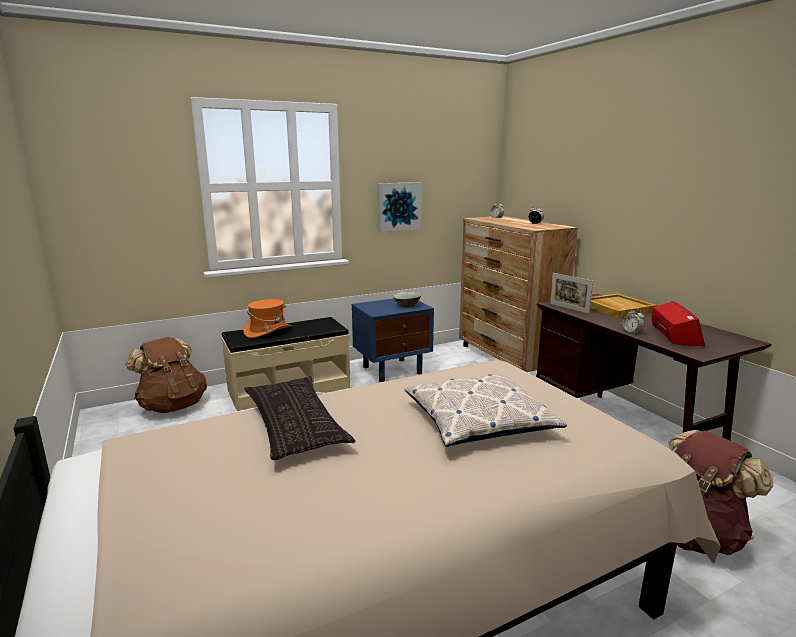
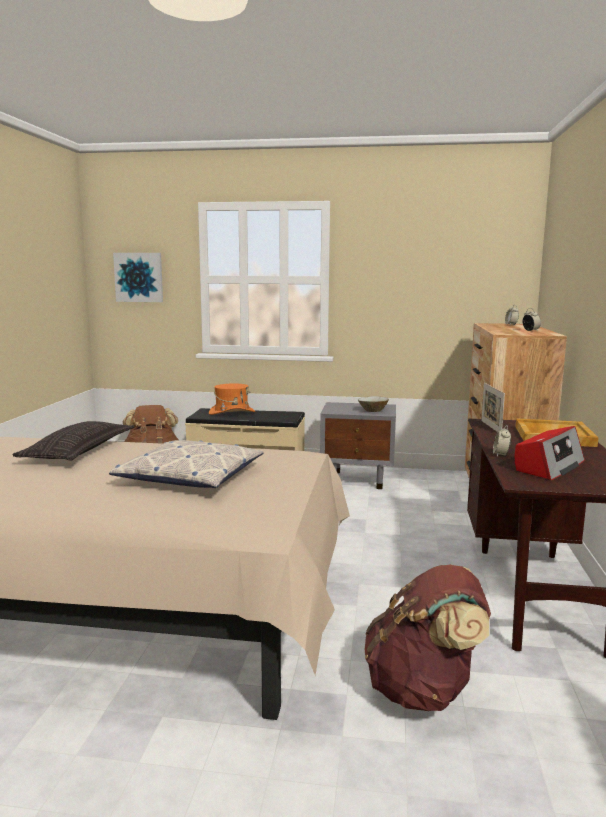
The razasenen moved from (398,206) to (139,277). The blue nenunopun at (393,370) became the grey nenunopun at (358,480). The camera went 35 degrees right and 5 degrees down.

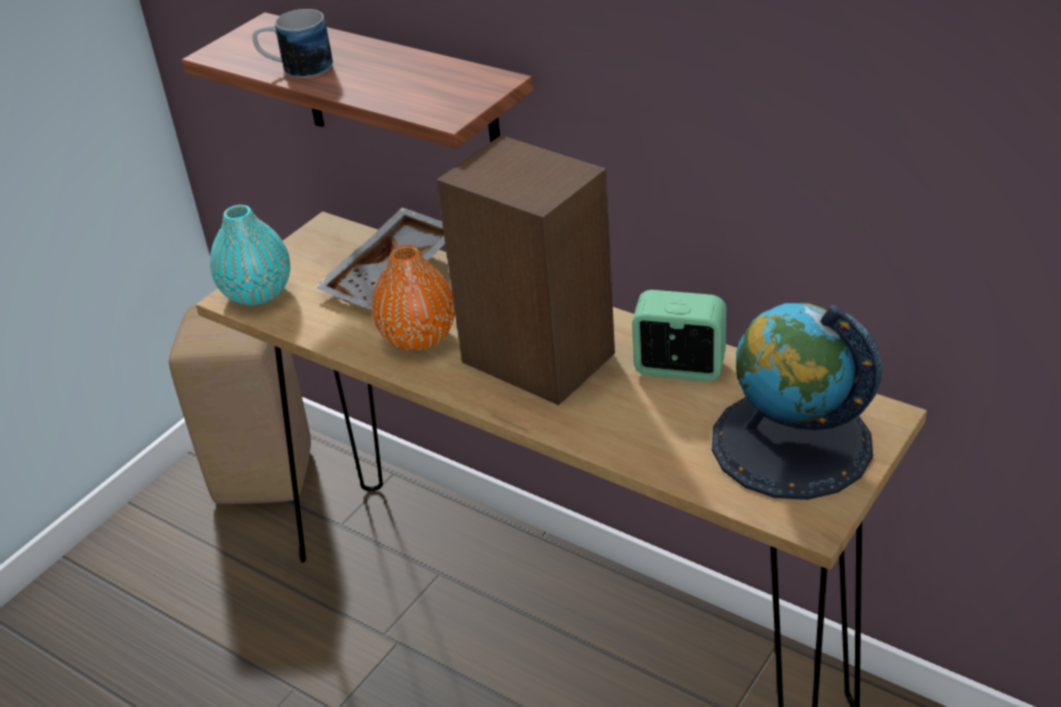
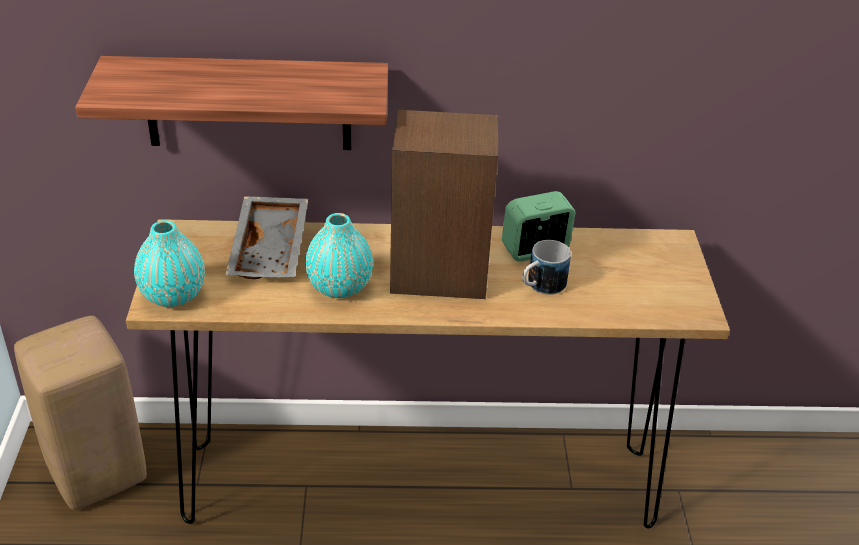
The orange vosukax at (418,337) became the turquoise vosukax at (339,286). The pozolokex moved from (296,69) to (540,286). The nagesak at (791,443) disappeared. The camera went 40 degrees left and 0 degrees up.

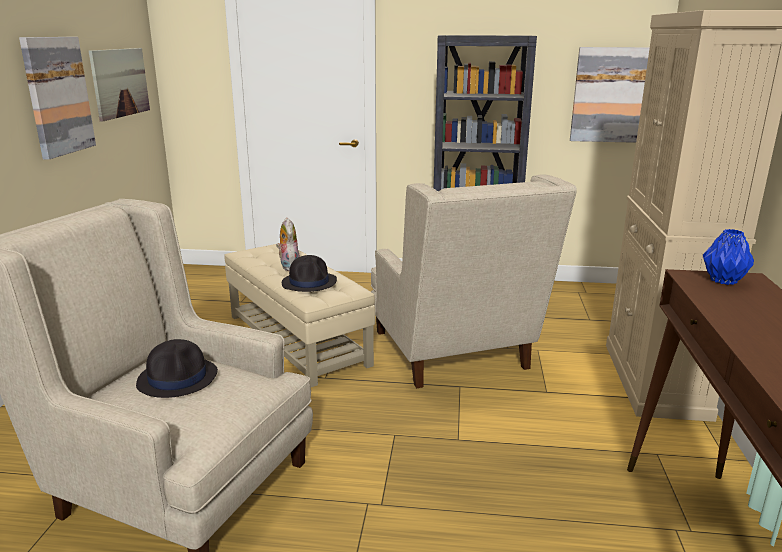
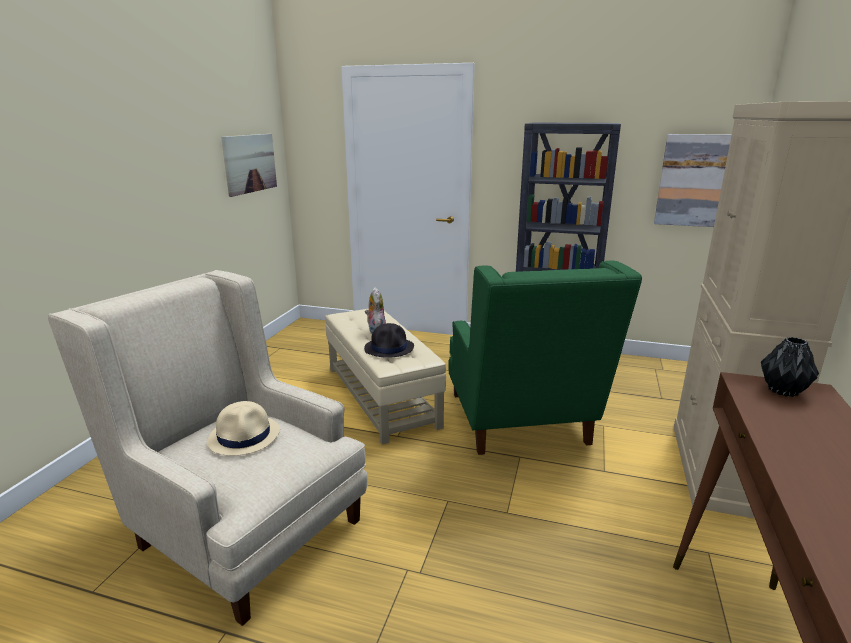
The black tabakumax at (178,378) became the beige tabakumax at (245,436). The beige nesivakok at (455,356) became the green nesivakok at (522,425). The blue vosukax at (722,280) became the black vosukax at (781,391). The razasenen at (57,96) disappeared. The camera went 10 degrees right and 0 degrees up.

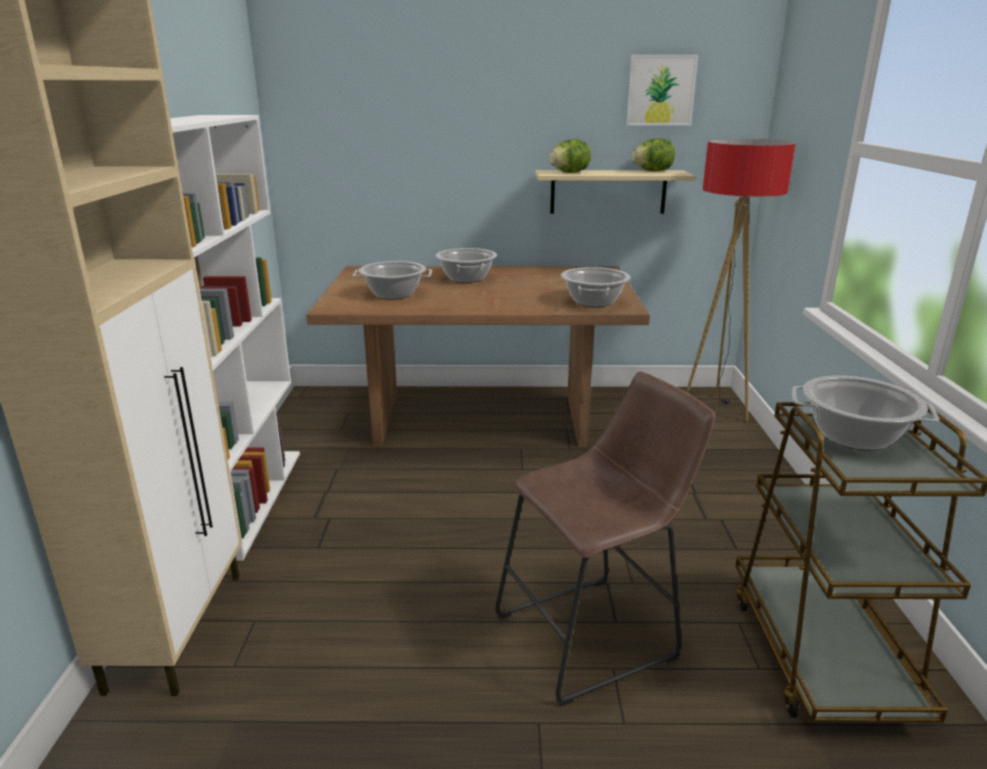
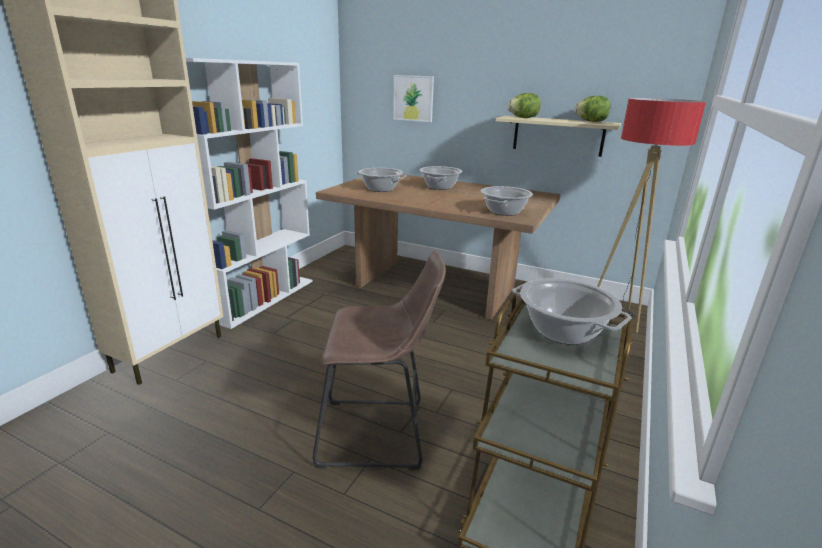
The razasenen moved from (660,90) to (413,98). The camera went 25 degrees right and 0 degrees up.

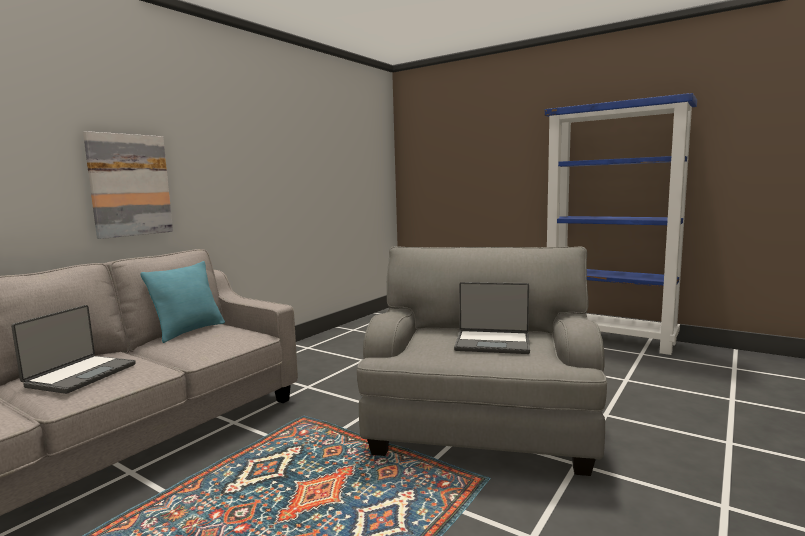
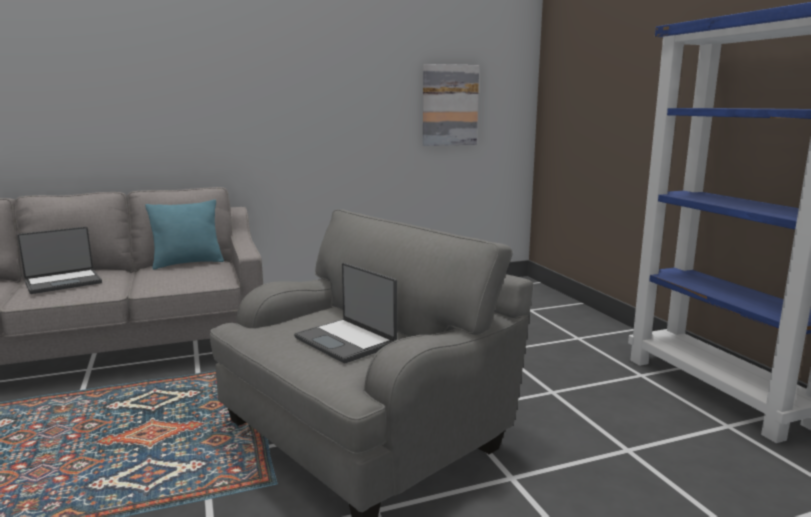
The razasenen moved from (129,185) to (449,105). The camera went 35 degrees right and 5 degrees up.

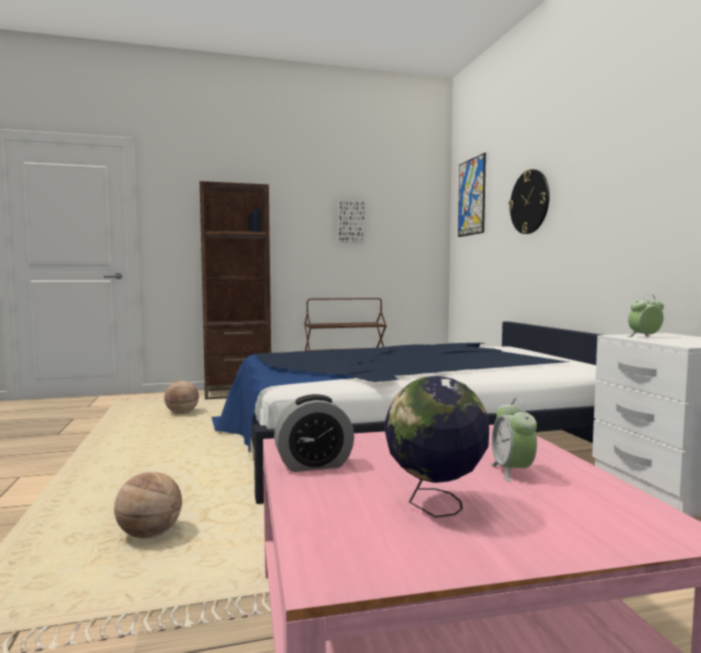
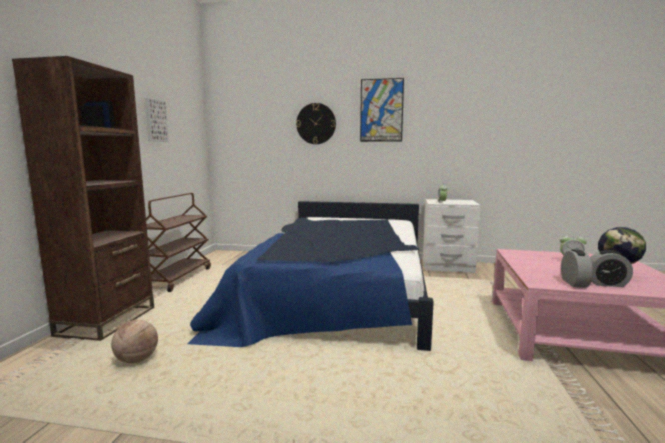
The razasenen moved from (471,197) to (381,110). The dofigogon at (606,284) appeared. The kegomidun at (150,534) disappeared. The camera went 65 degrees left and 5 degrees up.

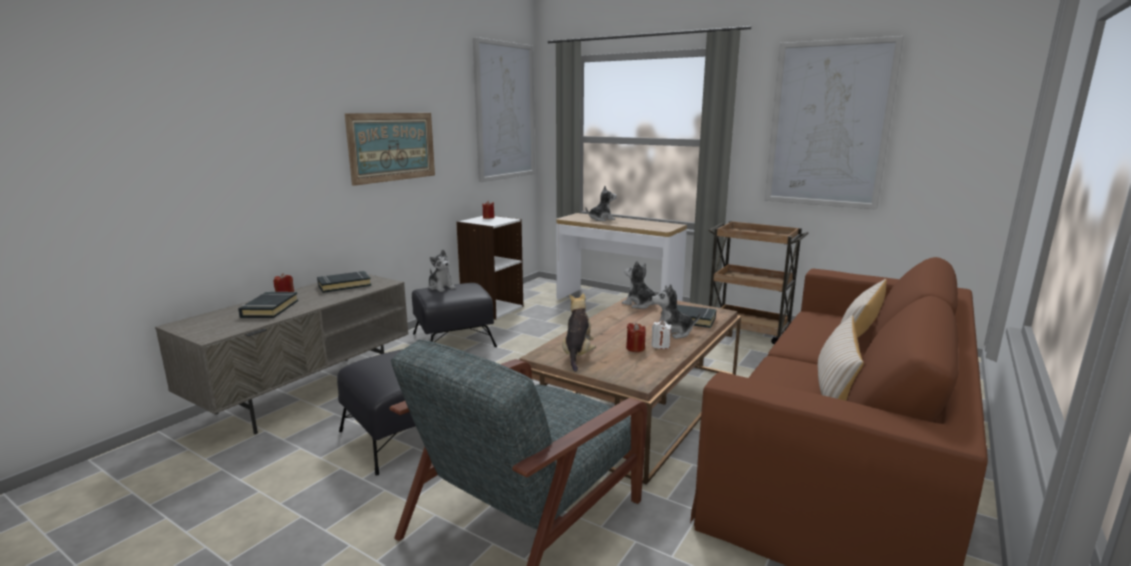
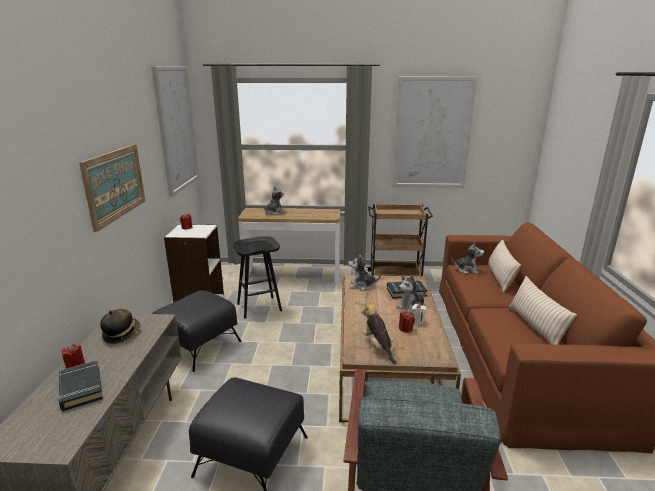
The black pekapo at (344,285) was replaced by the tabakumax at (121,334). The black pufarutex at (259,307) appeared. The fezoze moved from (441,287) to (467,270). The camera went 30 degrees left and 5 degrees up.

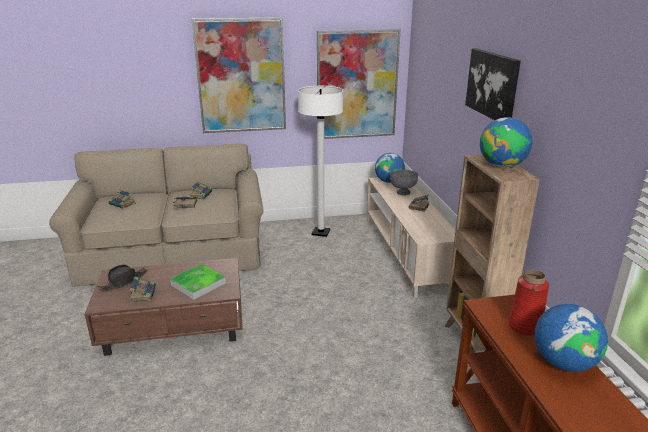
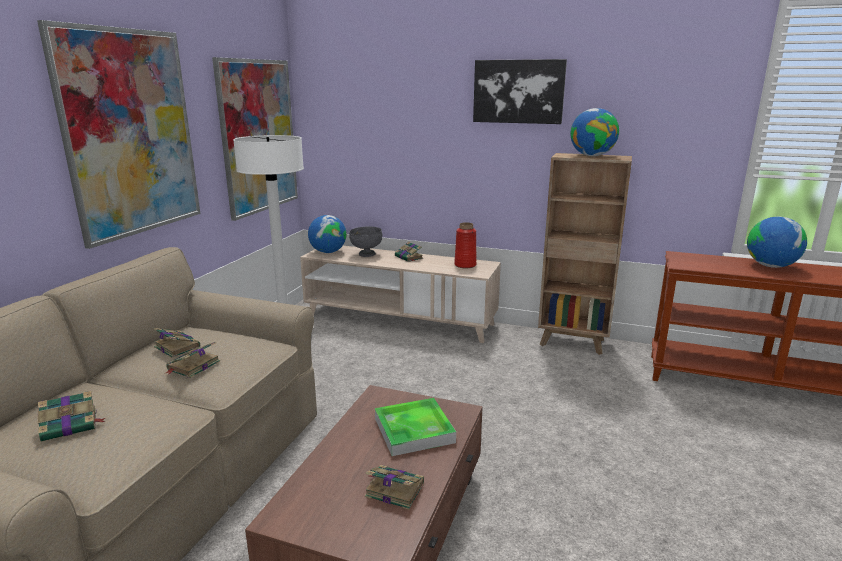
The red vosukax moved from (524,326) to (465,265). The black tabakumax at (123,282) disappeared. The camera went 60 degrees left and 5 degrees down.

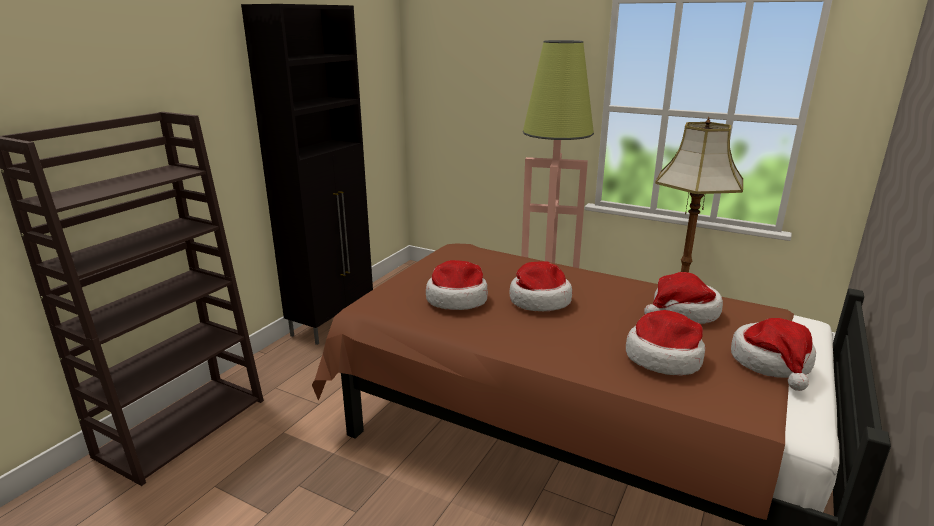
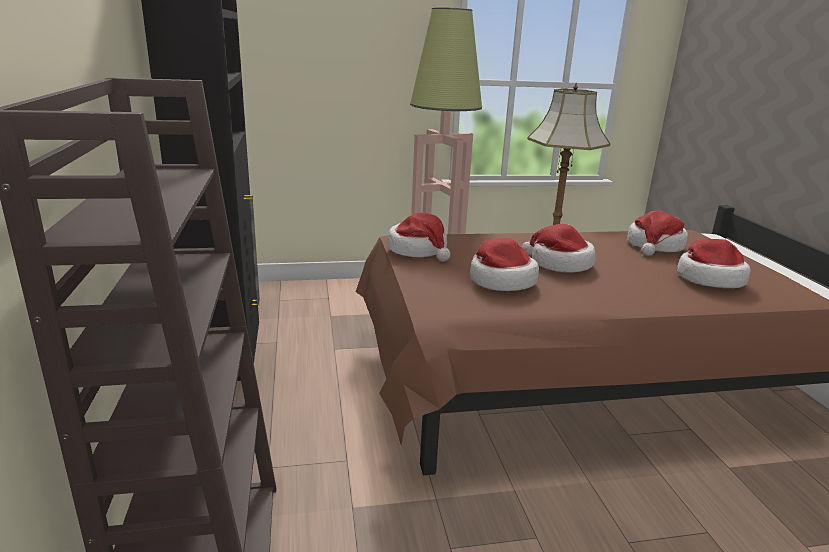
The tabakumax moved from (771,363) to (418,250). The camera went 40 degrees left and 0 degrees up.

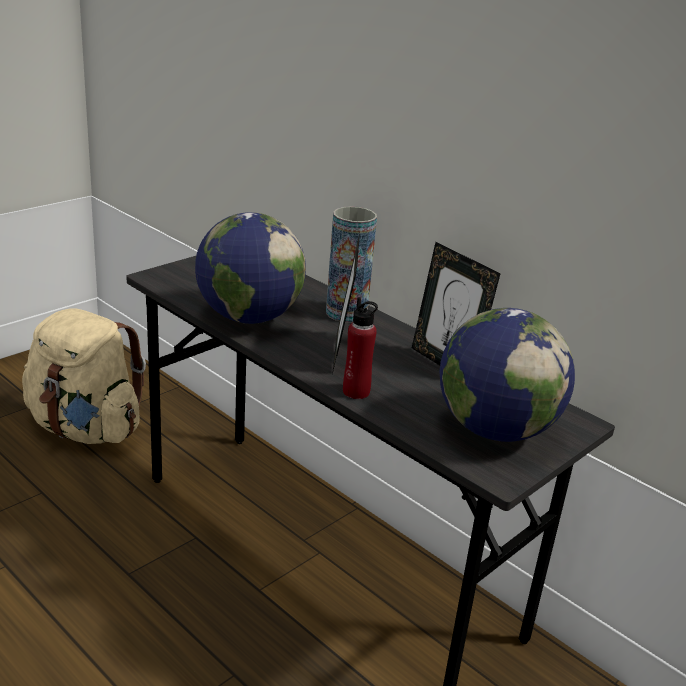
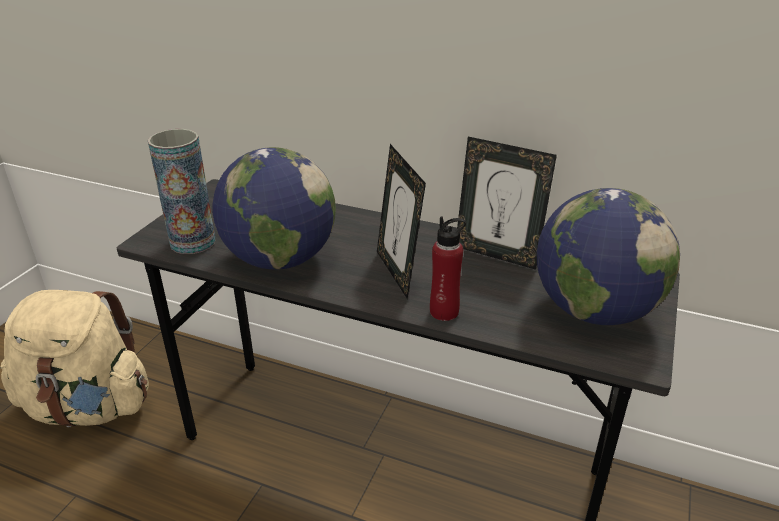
The vosukax moved from (346,313) to (192,242). The camera went 20 degrees left and 5 degrees up.

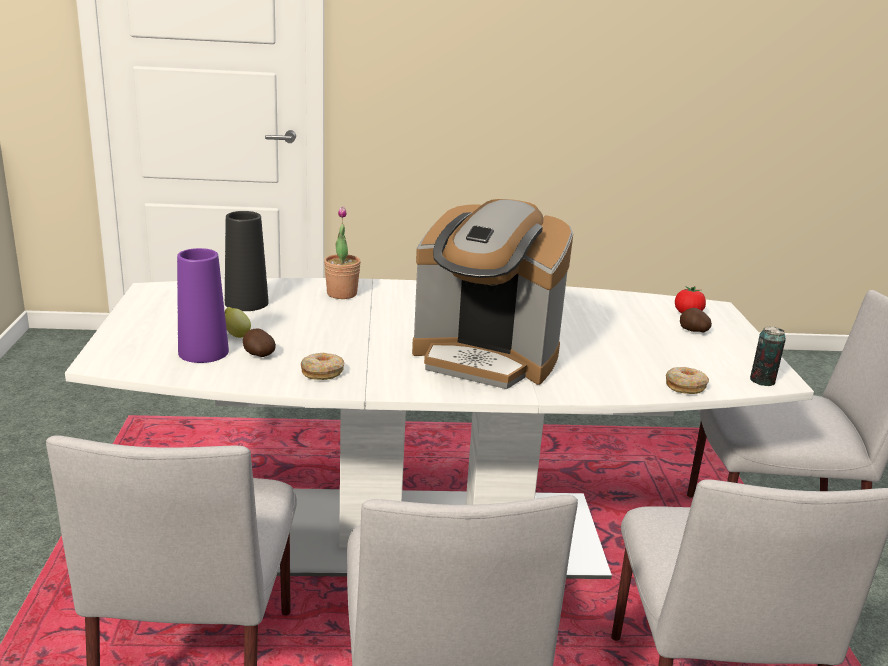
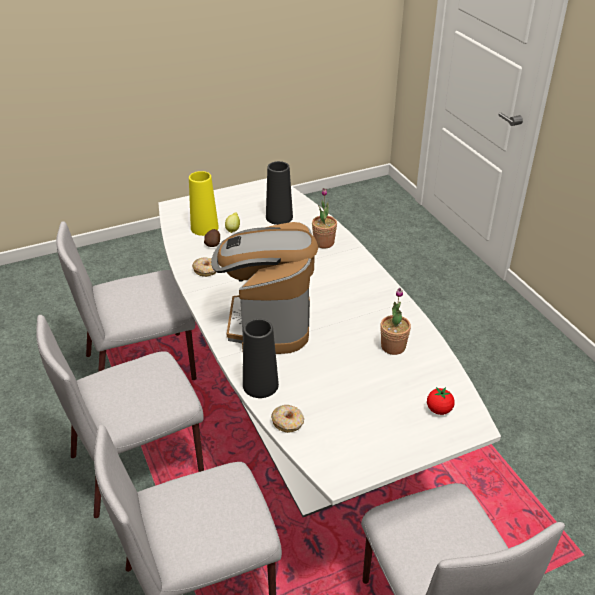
The purple vosukax at (203,352) became the yellow vosukax at (204,228). The black vosukax at (260,385) appeared. The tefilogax at (393,347) appeared. The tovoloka at (693,331) disappeared. The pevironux at (762,381) disappeared. The camera went 70 degrees right and 15 degrees up.

